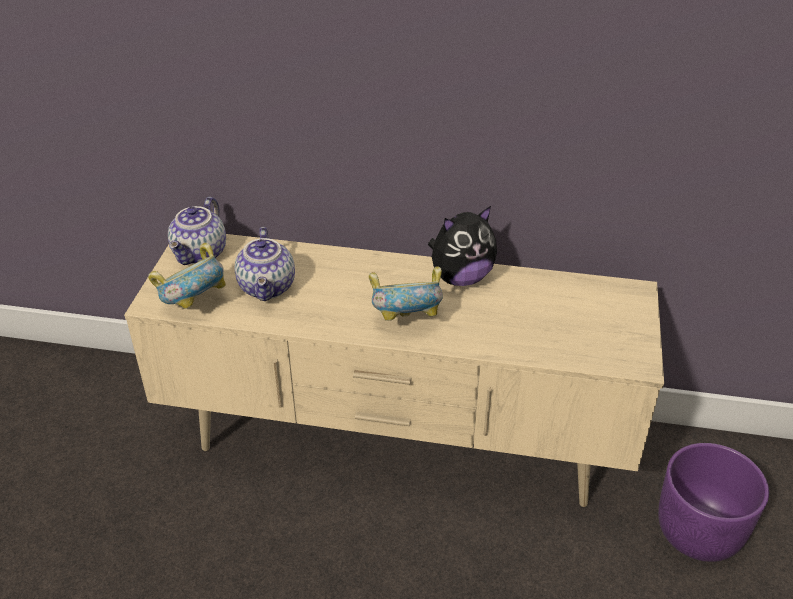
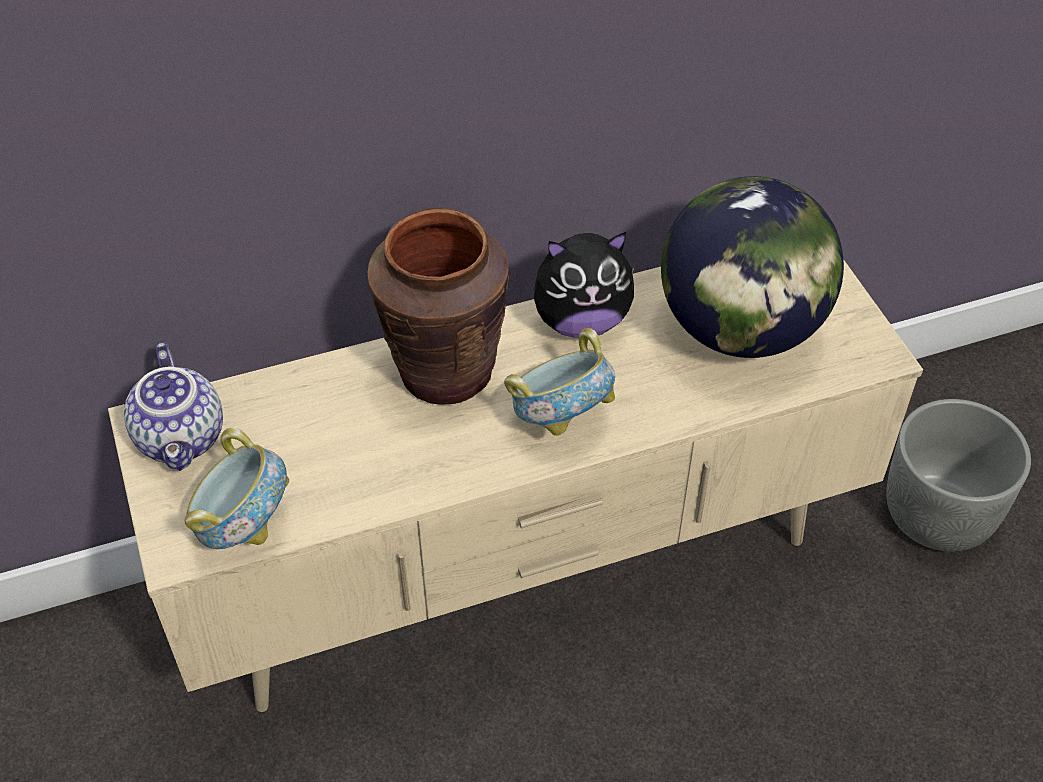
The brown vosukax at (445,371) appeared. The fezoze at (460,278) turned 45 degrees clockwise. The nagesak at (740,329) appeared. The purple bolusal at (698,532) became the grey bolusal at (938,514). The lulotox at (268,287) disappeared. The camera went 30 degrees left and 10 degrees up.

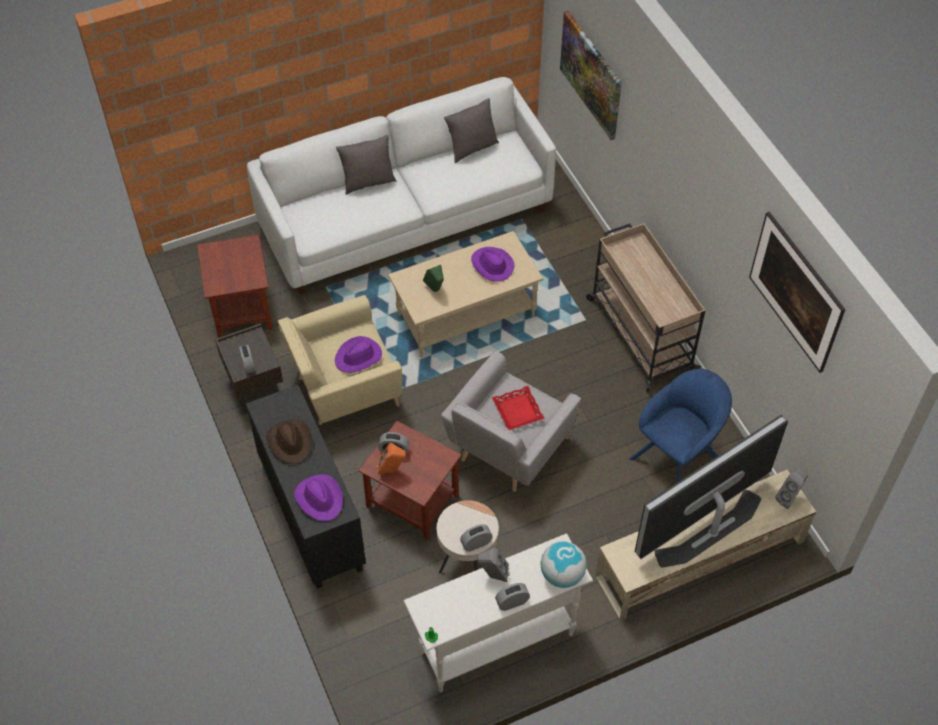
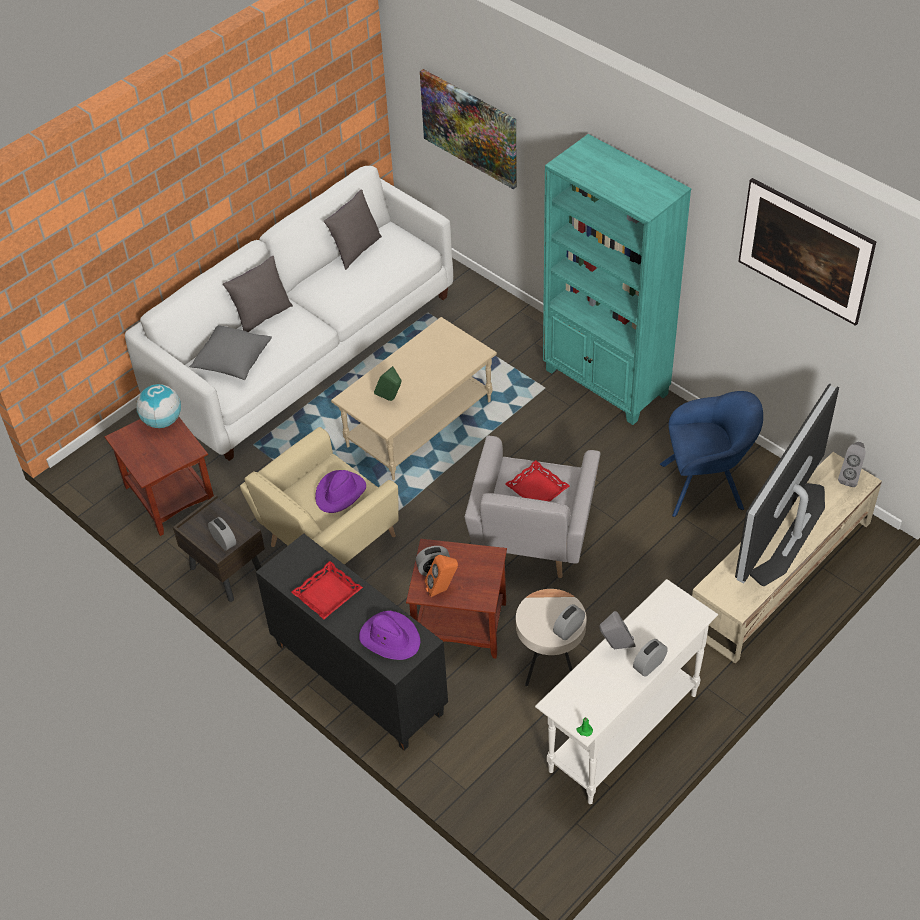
The nagesak moved from (562,575) to (162,421). The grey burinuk at (232,361) appeared. The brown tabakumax at (290,442) was replaced by the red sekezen at (327,593). The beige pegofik at (640,333) was replaced by the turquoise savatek at (606,383). The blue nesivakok at (678,456) turned 60 degrees clockwise. The purple tabakumax at (492,265) disappeared. The camera went 20 degrees left and 5 degrees down.

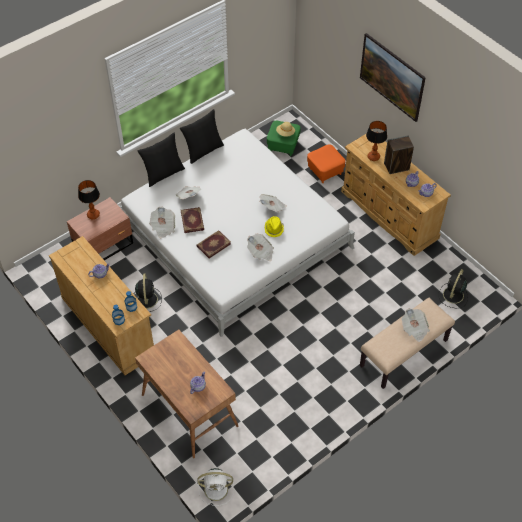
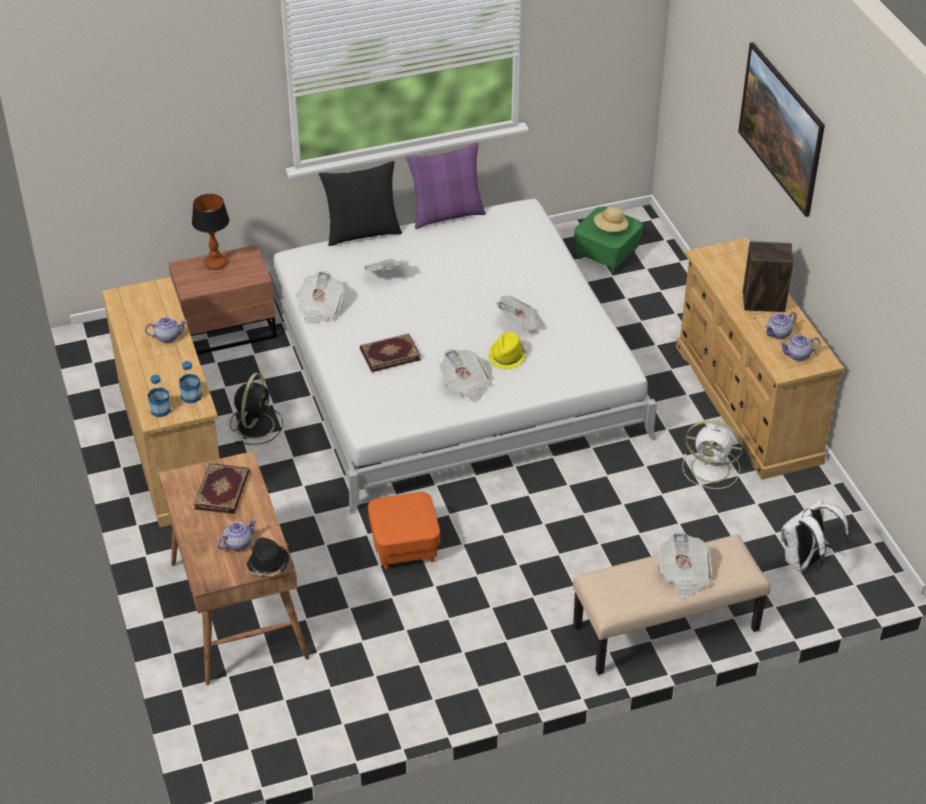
The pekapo moved from (192,221) to (223,491). The black tabakumax at (268,565) appeared. The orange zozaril moved from (325,171) to (404,547). The black burinuk at (203,151) became the purple burinuk at (447,215). The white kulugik moved from (217,489) to (712,469). The black kulugik at (453,295) was replaced by the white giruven at (805,562). The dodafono at (373,157) disappeared. The camera went 20 degrees right and 10 degrees down.

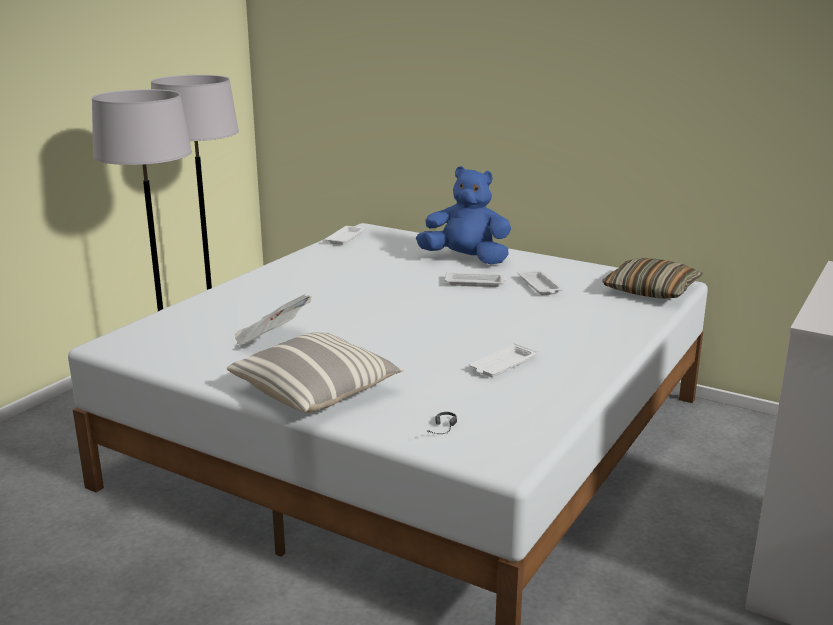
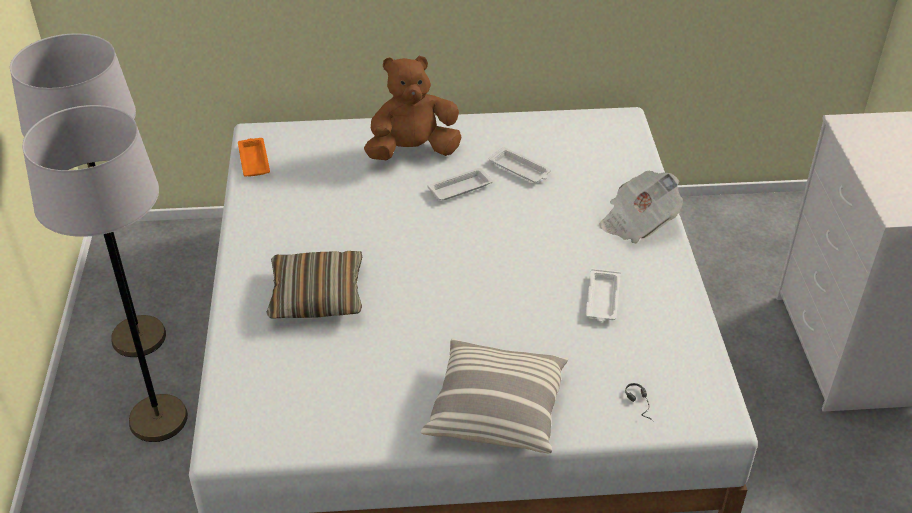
The white sekezen at (345,238) became the orange sekezen at (254,160). The burinuk moved from (651,290) to (317,295). The blue fezoze at (466,259) became the brown fezoze at (413,151). The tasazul moved from (271,340) to (637,222). The camera went 35 degrees left and 20 degrees up.

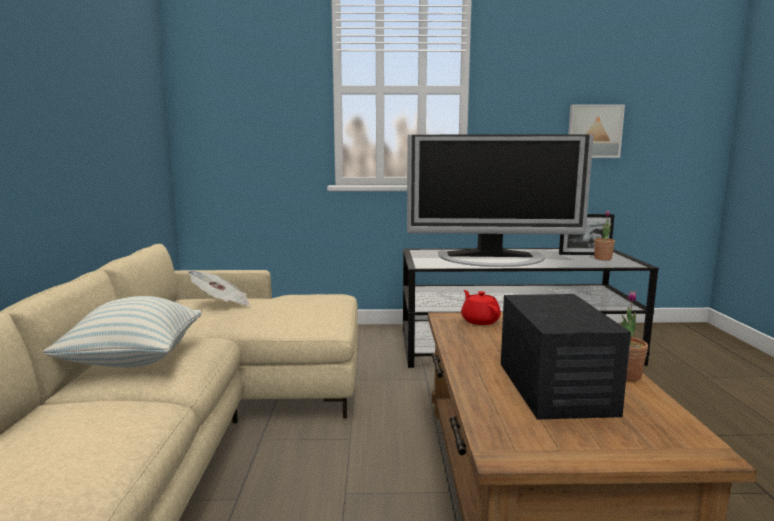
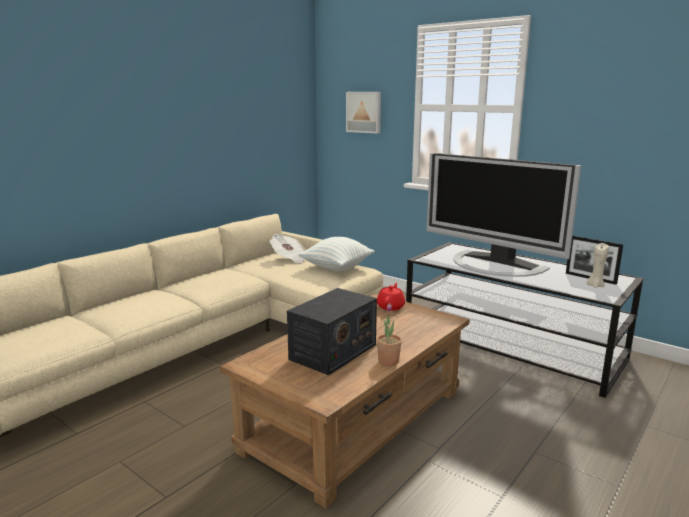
The burinuk moved from (134,360) to (336,268). The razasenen moved from (594,131) to (364,112). The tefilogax at (602,258) was replaced by the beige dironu at (595,286). The camera went 40 degrees right and 5 degrees up.

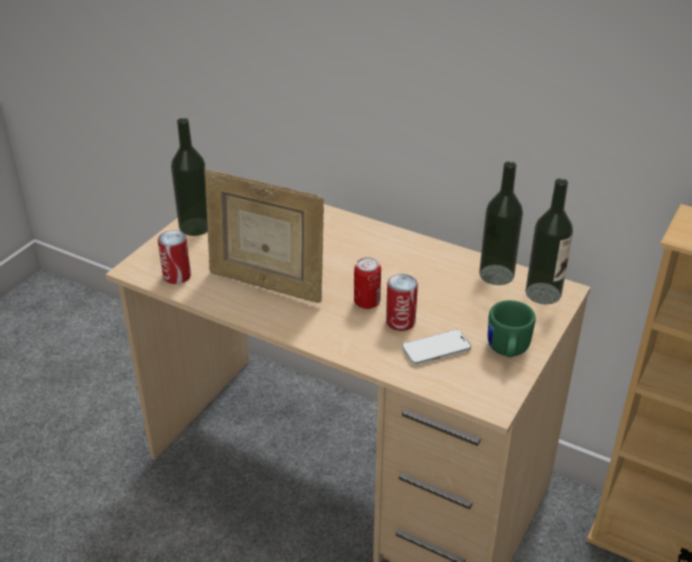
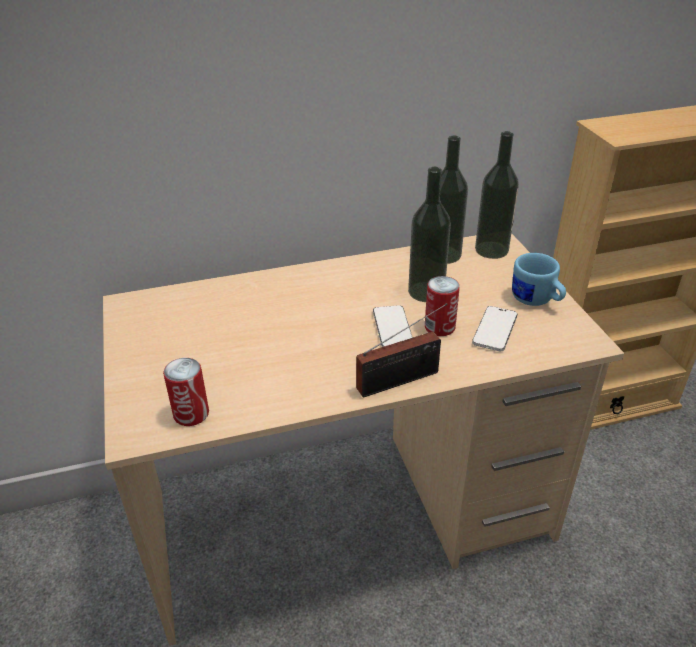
The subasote at (402,380) appeared. The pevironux at (367,302) was replaced by the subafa at (392,329). The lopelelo moved from (195,227) to (426,292). The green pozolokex at (507,351) became the blue pozolokex at (536,301). The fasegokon at (266,284) disappeared. The camera went 45 degrees left and 0 degrees up.

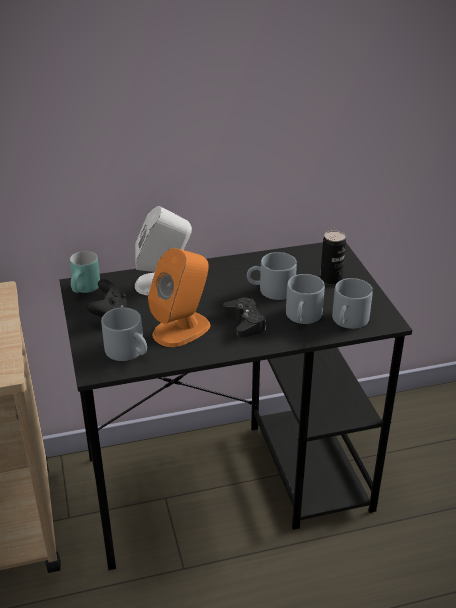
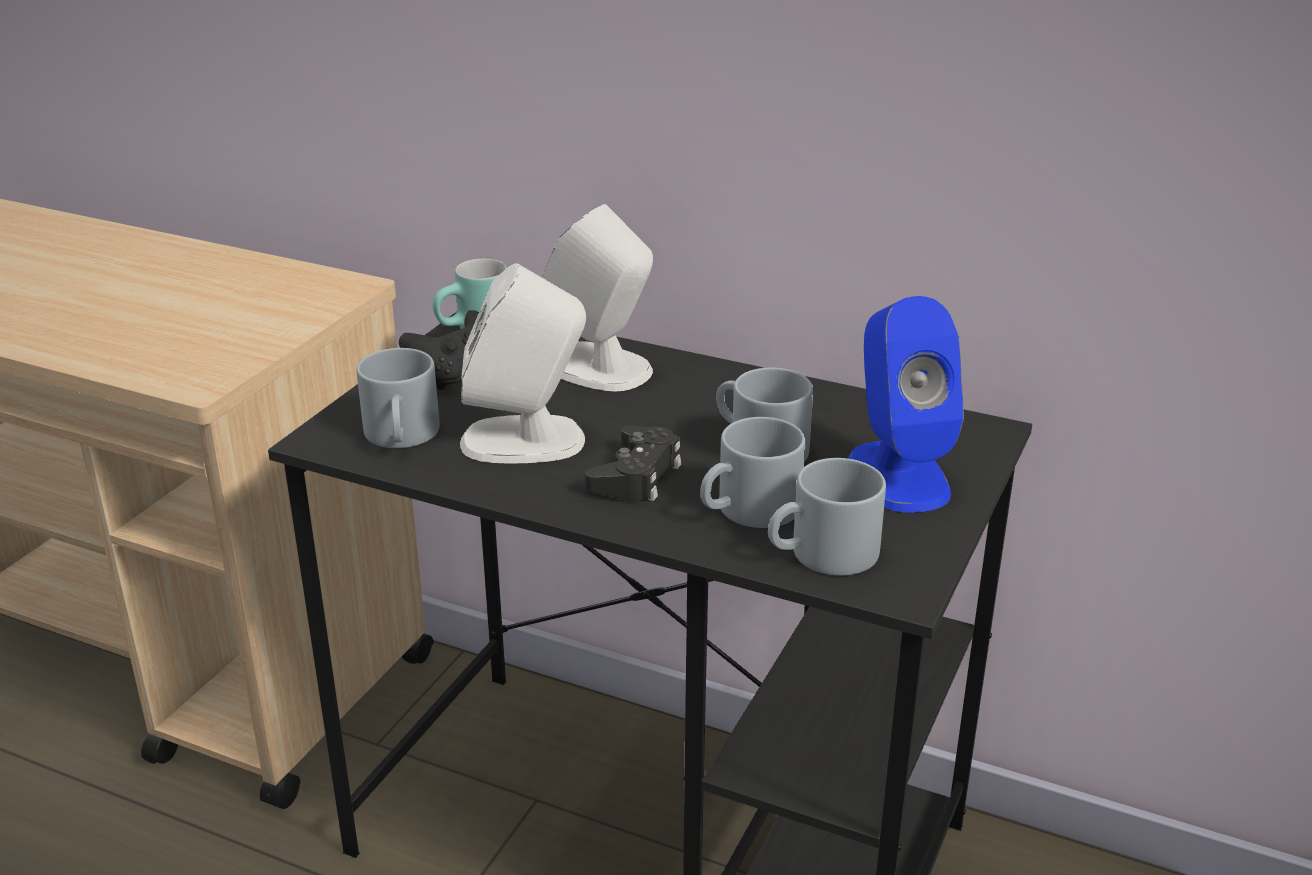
The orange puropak at (182,329) became the white puropak at (525,440). The pevironux at (331,279) was replaced by the blue puropak at (897,476). The camera went 40 degrees right and 5 degrees down.

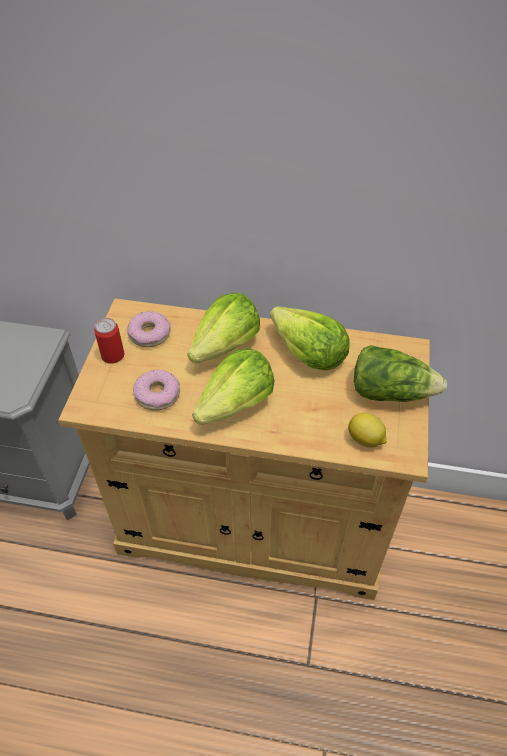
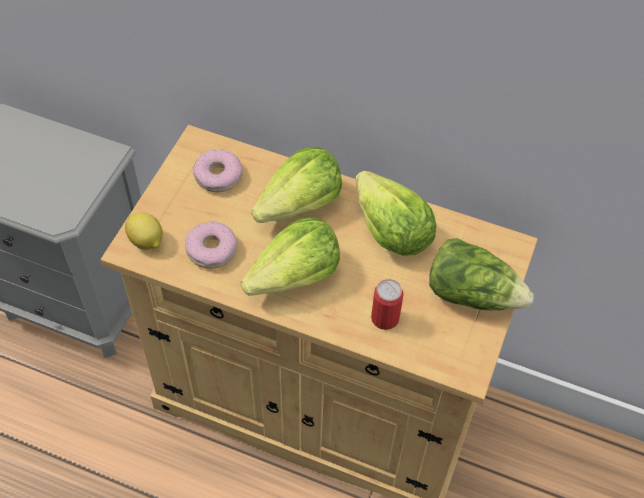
The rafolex moved from (365,440) to (146,241). The pevironux moved from (113,355) to (385,318). The camera went 10 degrees right and 5 degrees up.

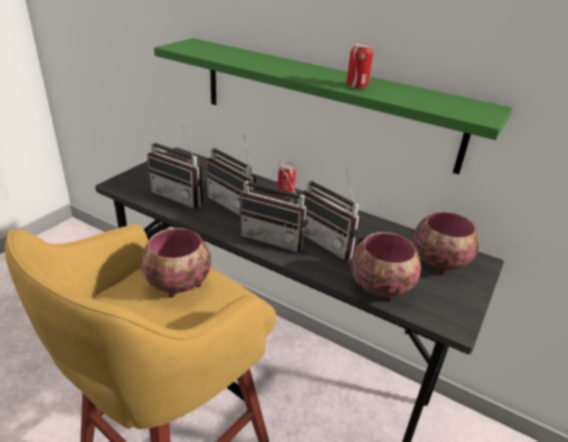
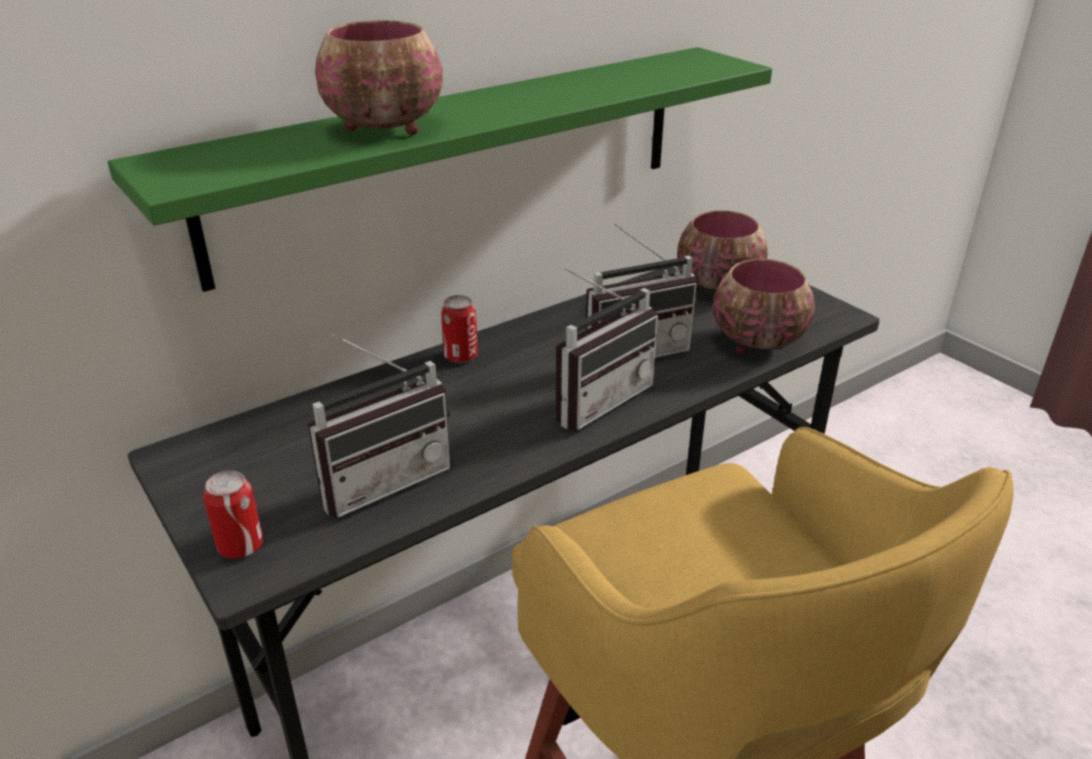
The pevironux moved from (357,86) to (240,546). The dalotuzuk moved from (178,285) to (387,129). The subasote at (236,204) disappeared. The camera went 65 degrees left and 0 degrees up.

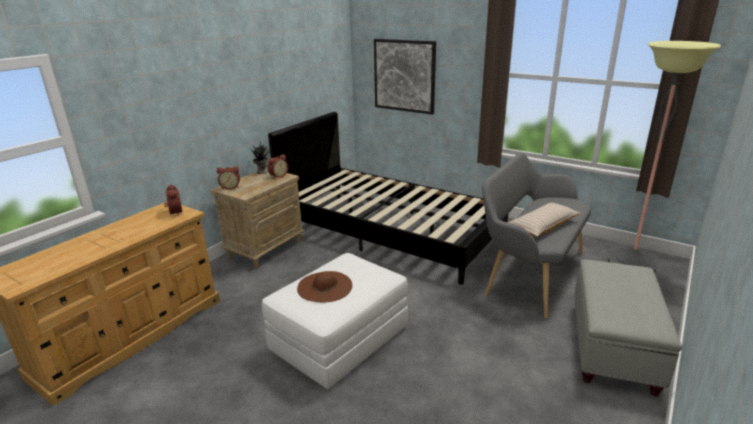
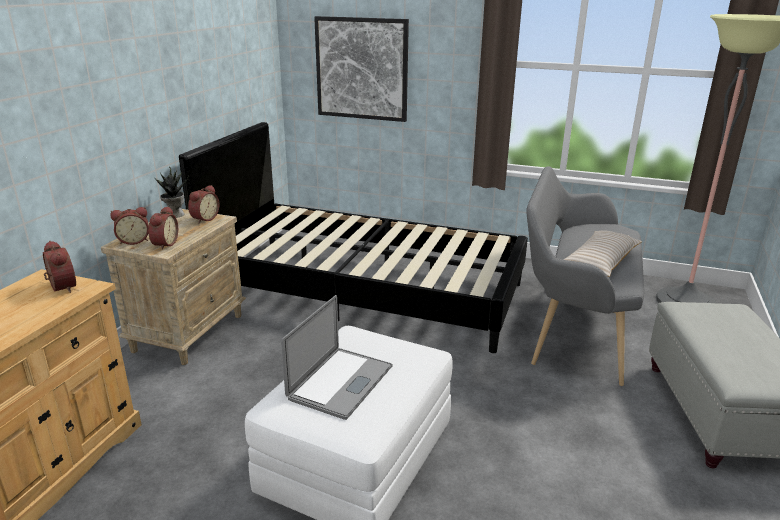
The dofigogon at (164,244) appeared. The brown tabakumax at (324,286) was replaced by the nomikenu at (340,382). The camera went 15 degrees left and 0 degrees up.

